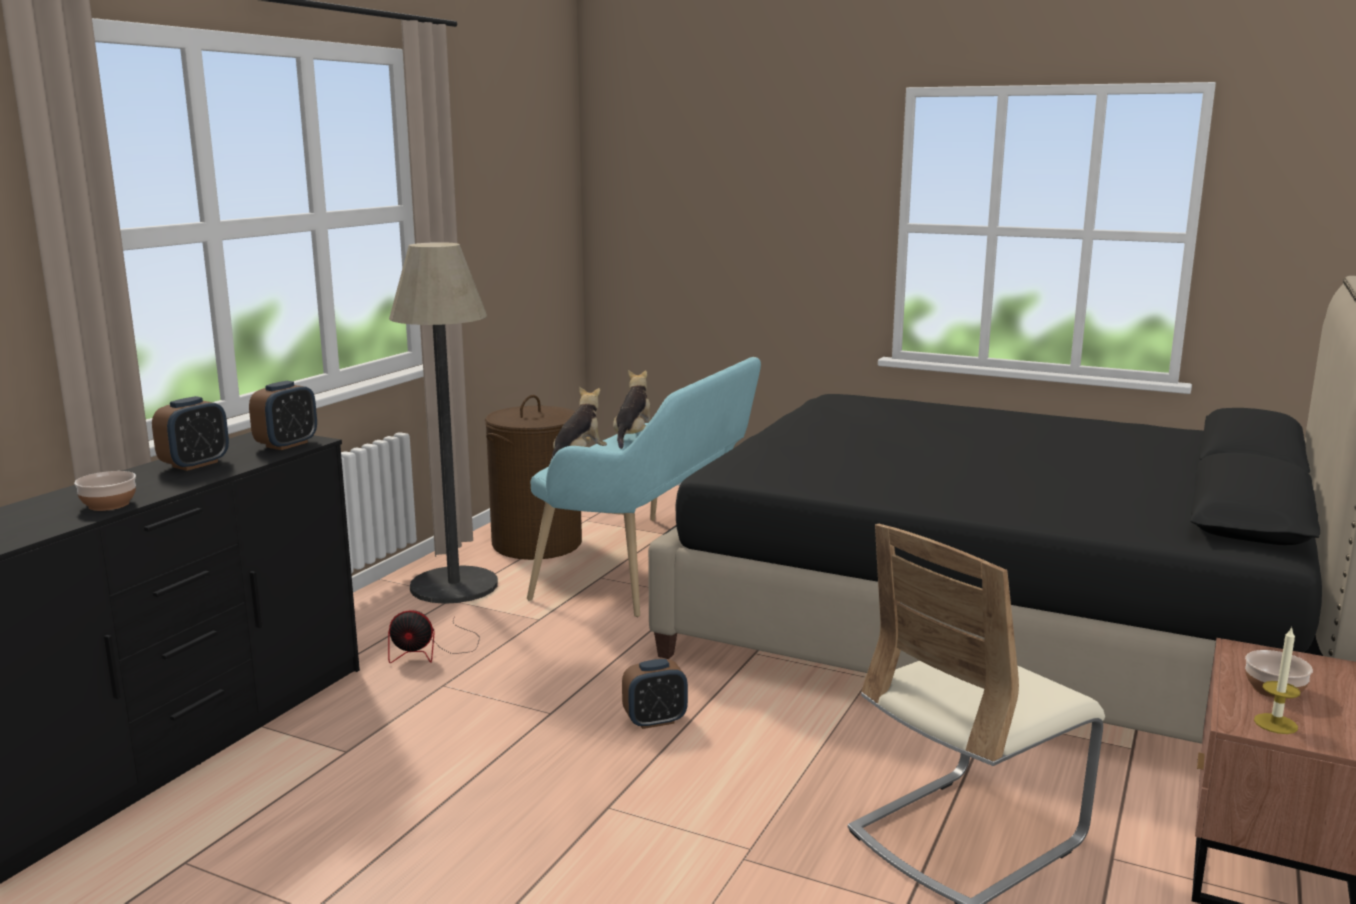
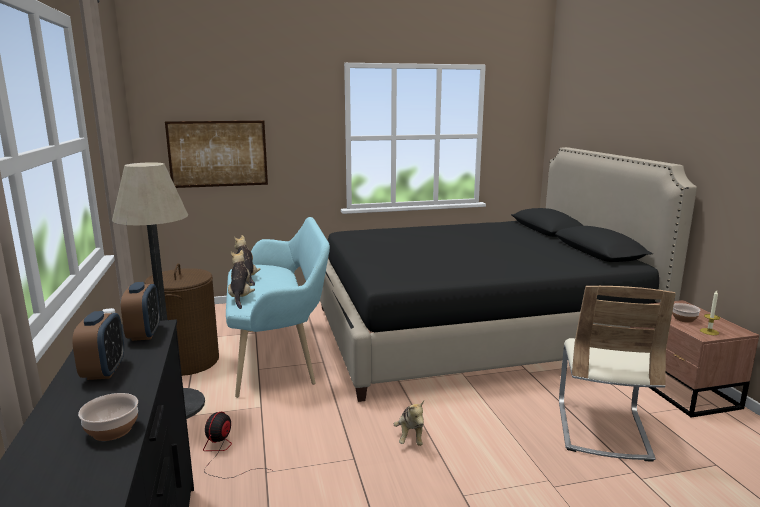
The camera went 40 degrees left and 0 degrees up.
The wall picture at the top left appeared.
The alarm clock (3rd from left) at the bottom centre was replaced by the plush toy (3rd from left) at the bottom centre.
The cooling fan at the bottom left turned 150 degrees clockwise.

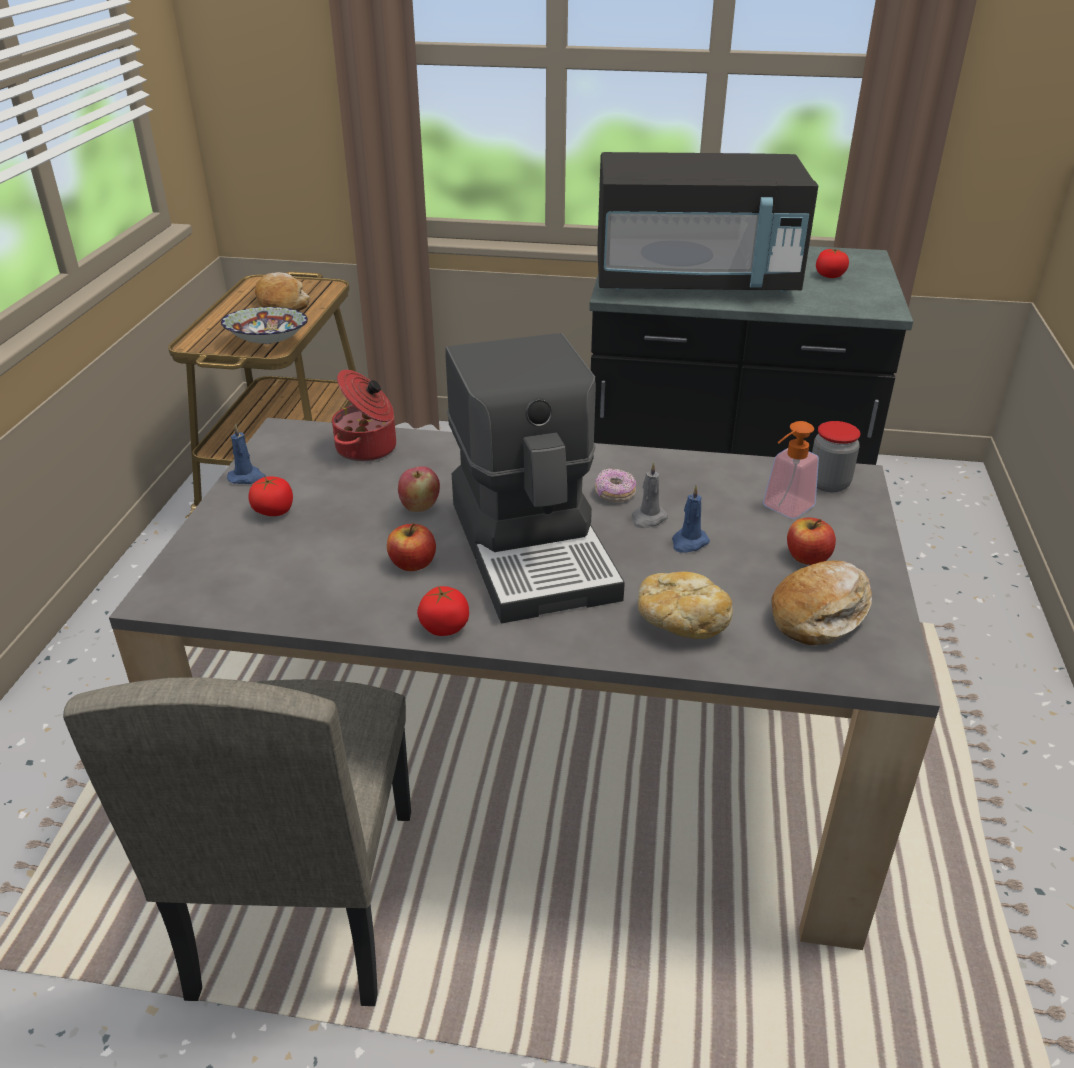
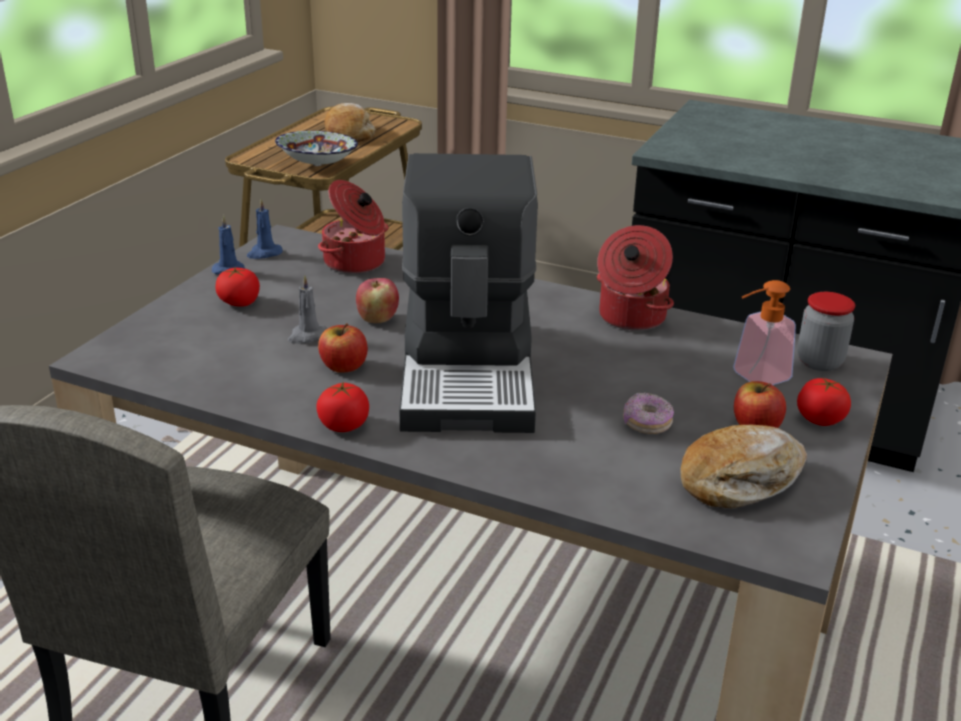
The camera went 15 degrees right and 5 degrees down.
The black-coloured microwave oven at the top centre disappeared.
The baked bread (2nd from left) at the centre disappeared.
The cooking pot (2nd from left) at the centre appeared.
The donut moved from the centre to the middle right.
The greyish wax light moved from the centre to the middle left.
The blue wax light (2nd from left) moved from the centre to the top left.
The whole tomato (3rd from left) moved from the top right to the middle right.

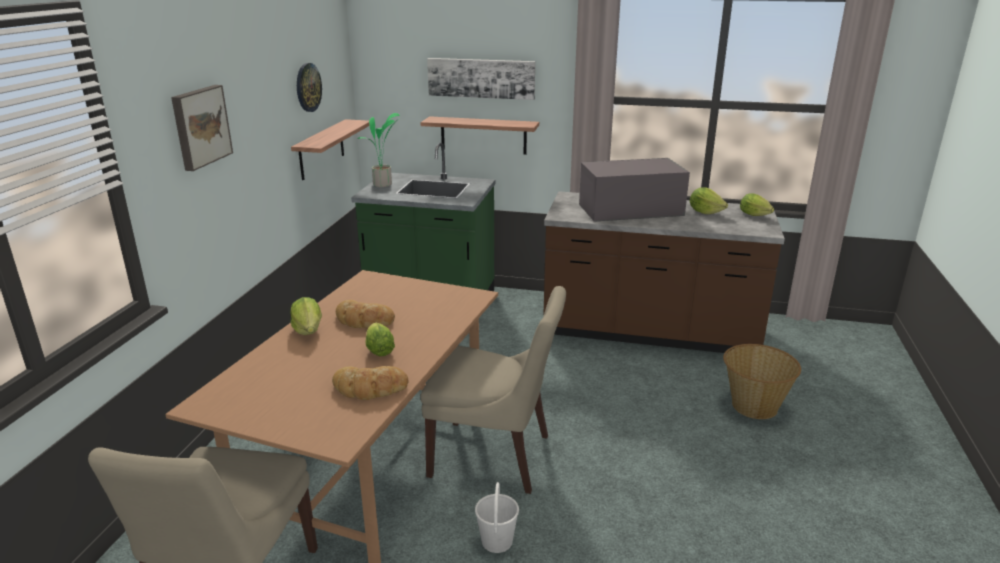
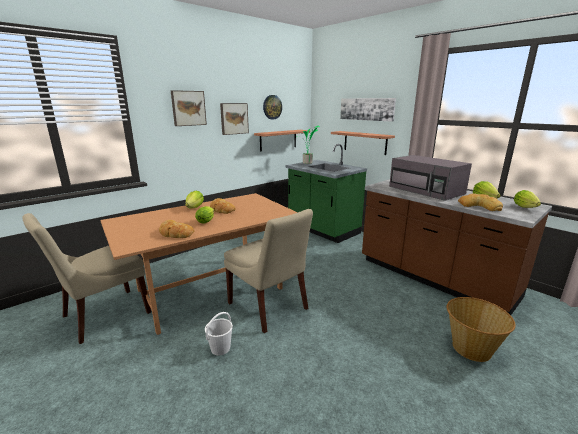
The camera went 35 degrees right and 5 degrees down.
The wall picture (2nd from left) at the top centre appeared.
The baked bread (3rd from left) at the middle right appeared.
The greyish microwave oven at the centre turned 150 degrees counterclockwise.

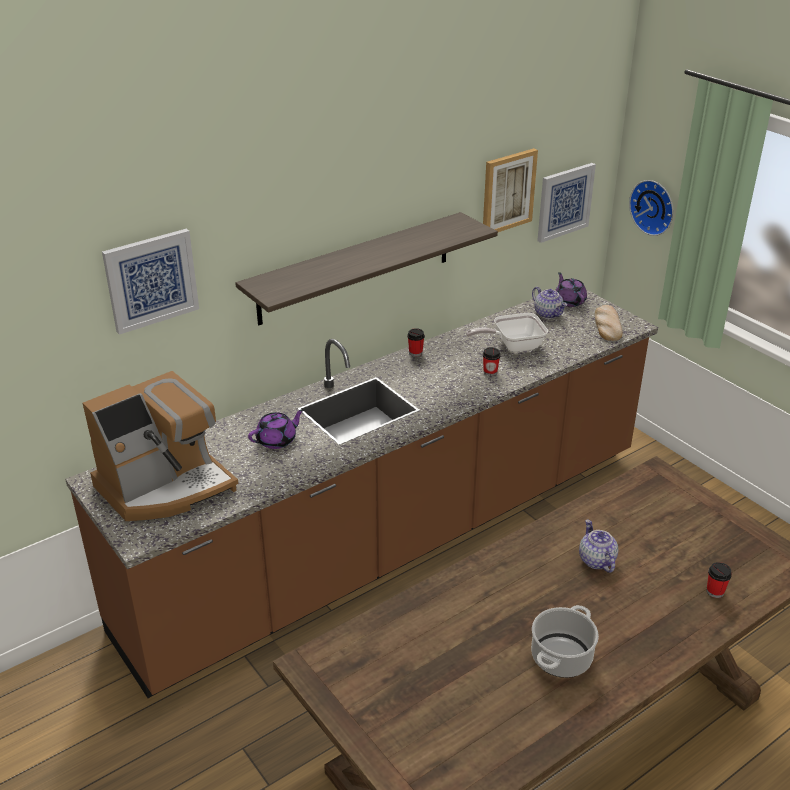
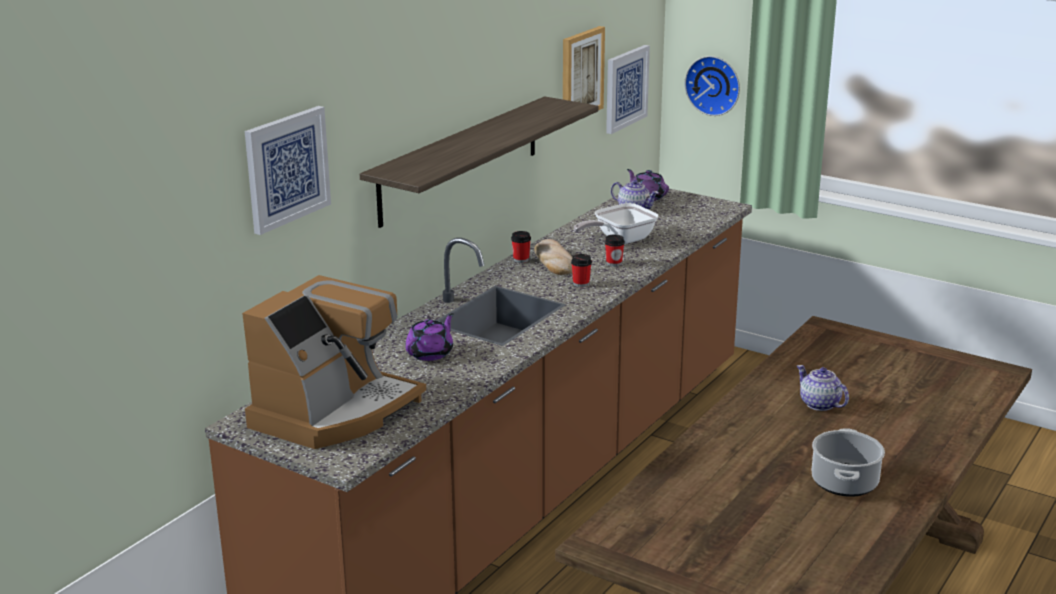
The camera went 20 degrees left and 10 degrees down.
The baked bread moved from the middle right to the centre.
The small cup (3rd from left in the first image) moved from the bottom right to the centre.

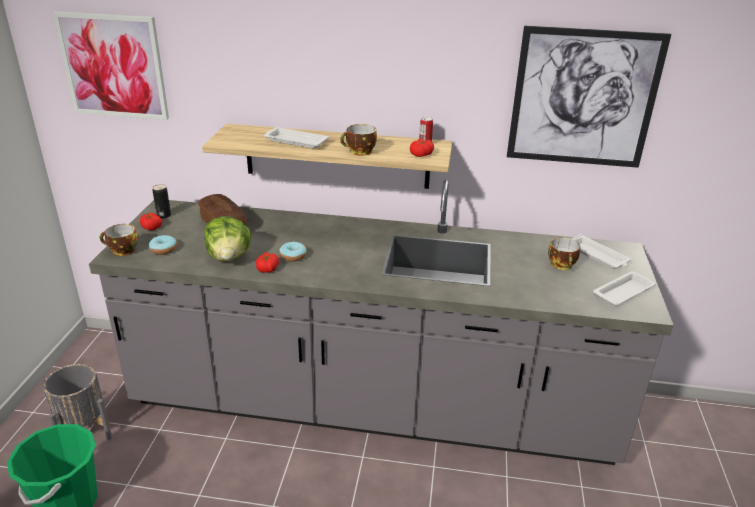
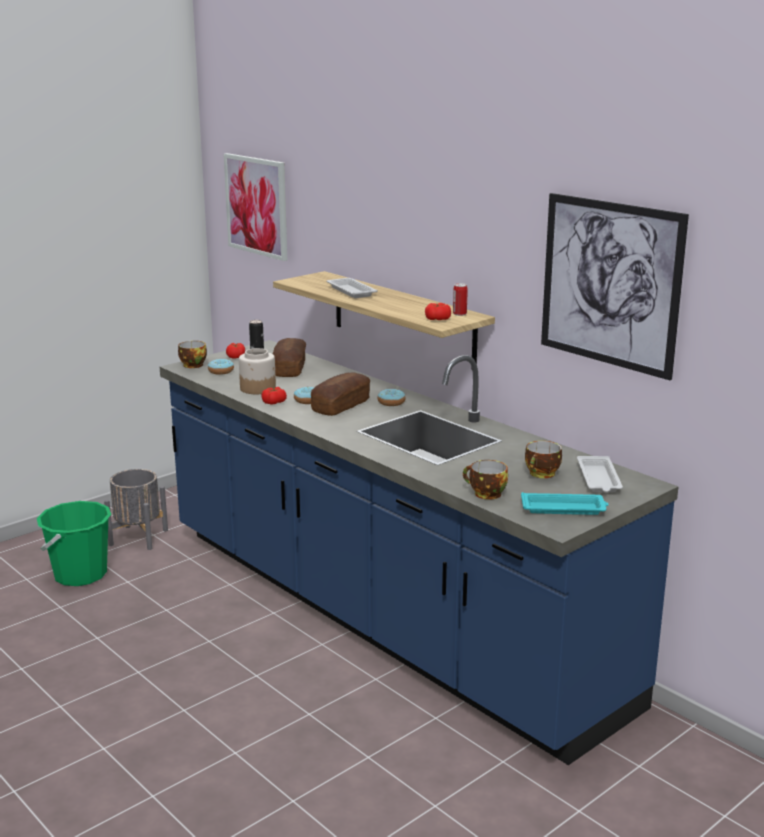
The camera went 40 degrees right and 10 degrees down.
The baked bread (2nd from left) at the centre appeared.
The donut (3rd from left) at the centre appeared.
The small cup (2nd from left) moved from the top centre to the centre.
The lettuce at the middle left was replaced by the storage jar at the centre.
The greyish counter at the centre became the blue counter at the centre.
The white tray (3rd from left) at the middle right became the blue-green tray at the middle right.

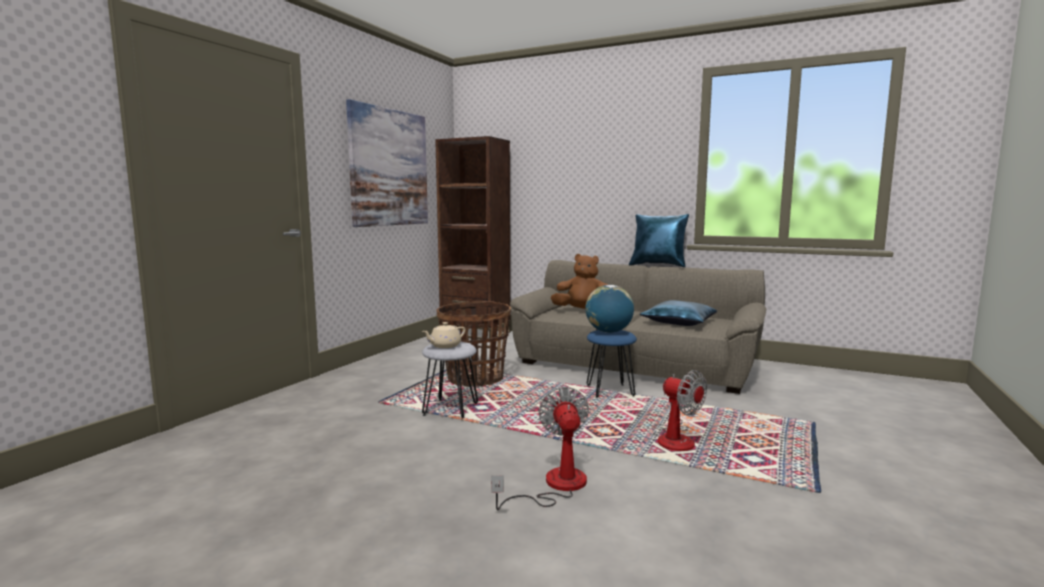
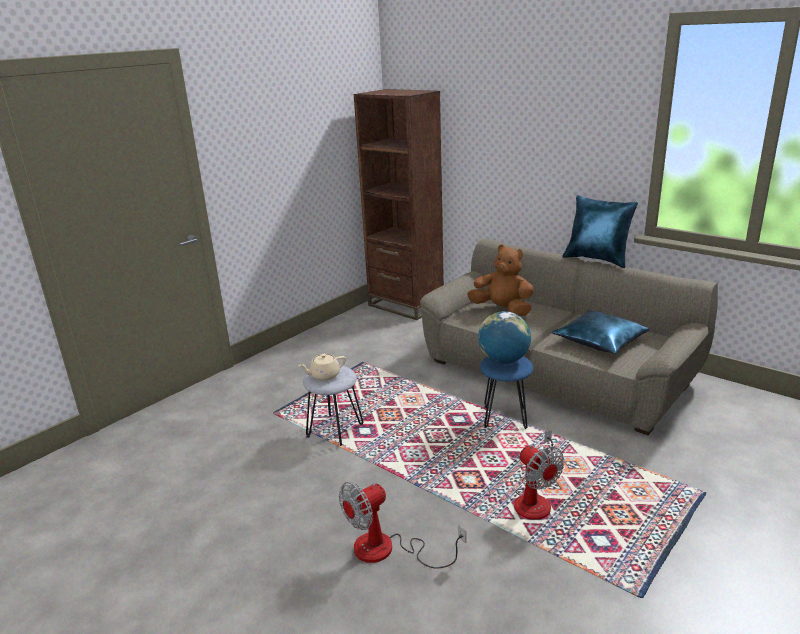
The camera went 15 degrees right and 15 degrees up.
The wall picture at the top centre disappeared.
The storage basket at the centre disappeared.
The cooling fan (1st from left) at the bottom centre turned 135 degrees counterclockwise.

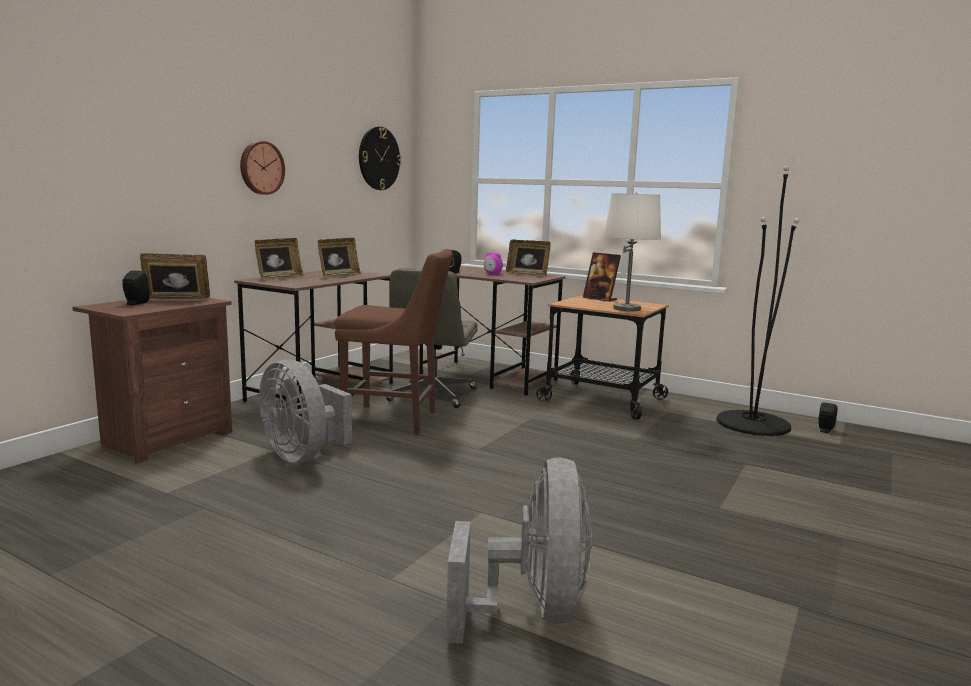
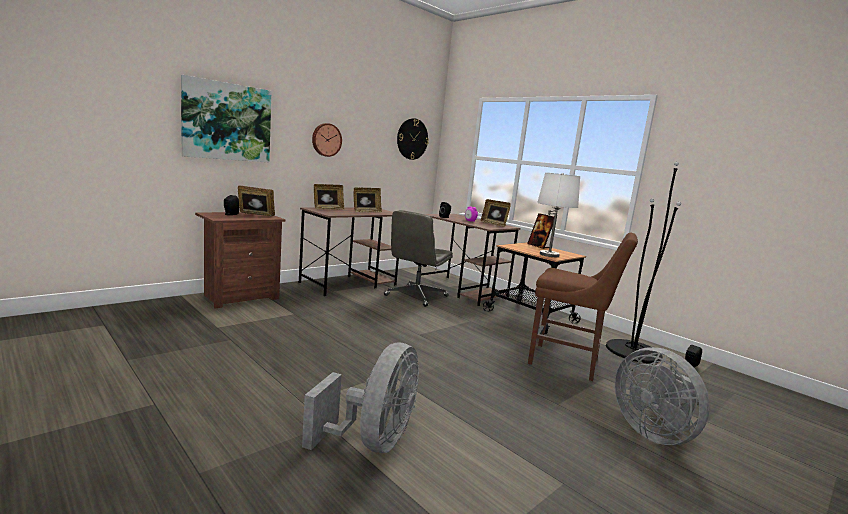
The camera went 15 degrees right and 0 degrees up.
The wall picture at the top left appeared.
The greyish cooling fan (1st from left in the first image) moved from the middle left to the bottom right.
The brown chair moved from the centre to the middle right.

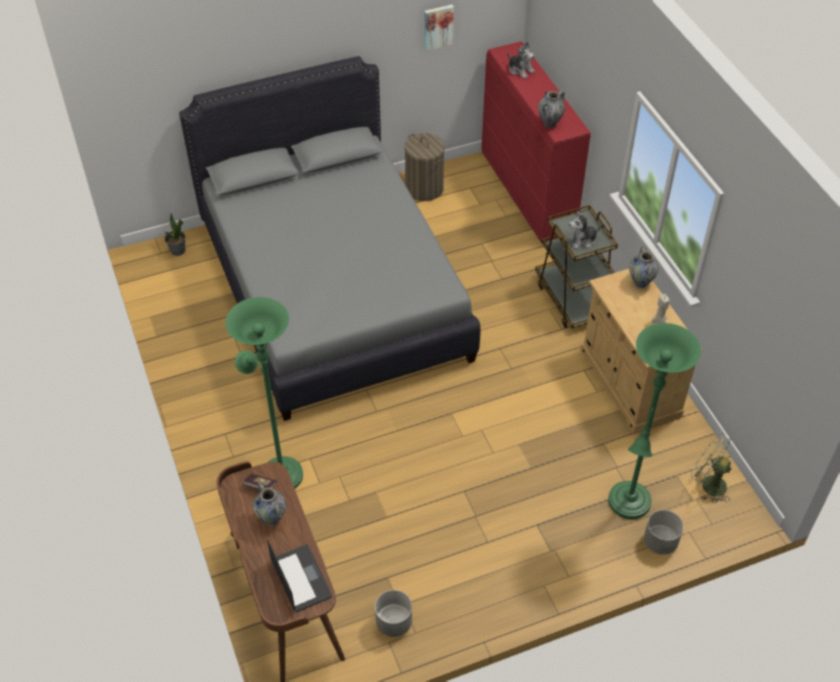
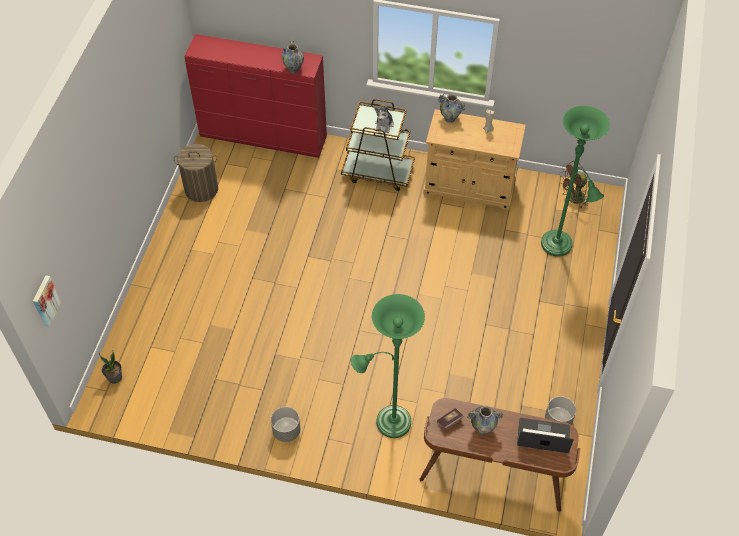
The camera went 55 degrees left and 5 degrees up.
The greyish sleeping bed at the centre disappeared.
The plush toy (1st from left) at the top centre disappeared.
The wall picture moved from the top centre to the middle left.
The greyish plant pot (2nd from left in the first image) moved from the bottom right to the bottom centre.
The green cooling fan at the bottom right became the brown cooling fan at the middle right.

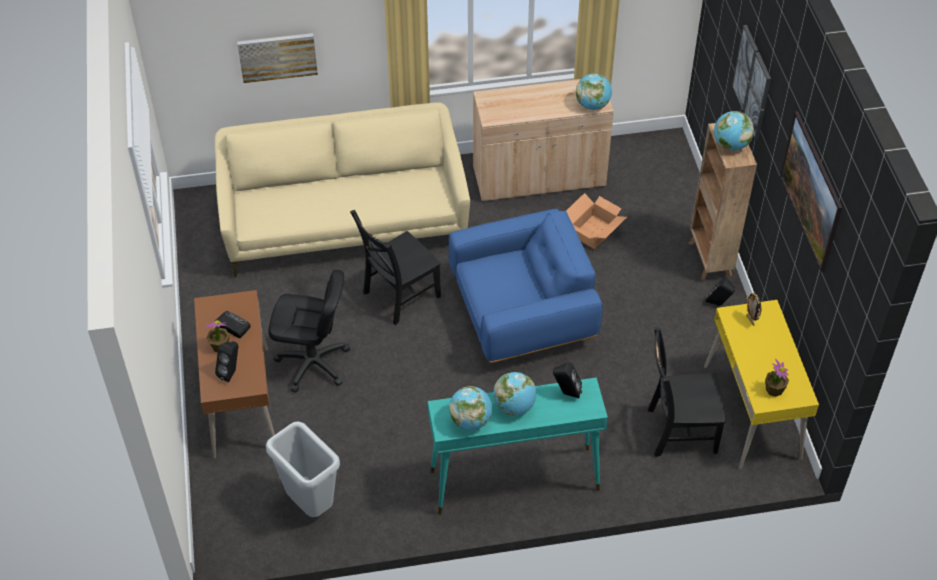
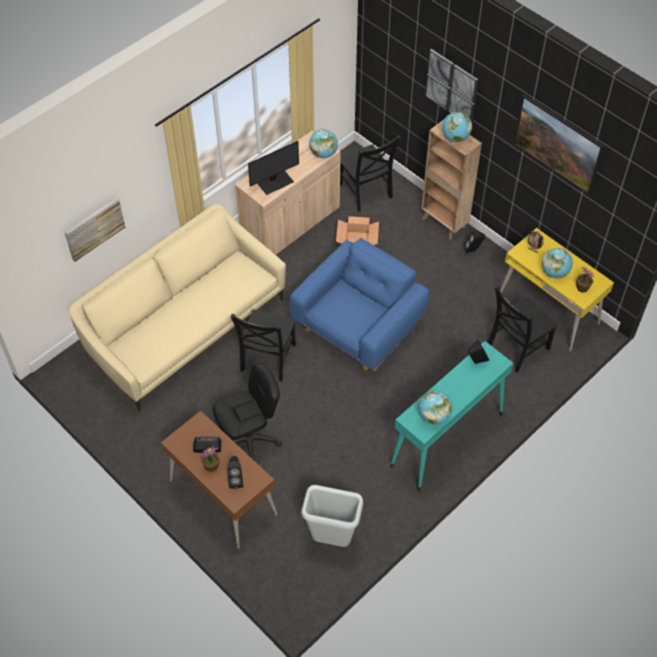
The camera went 35 degrees left and 5 degrees up.
The computer display at the top centre appeared.
The black-coloured chair (2nd from left) at the top centre appeared.
The globe (2nd from left in the first image) moved from the bottom centre to the middle right.

